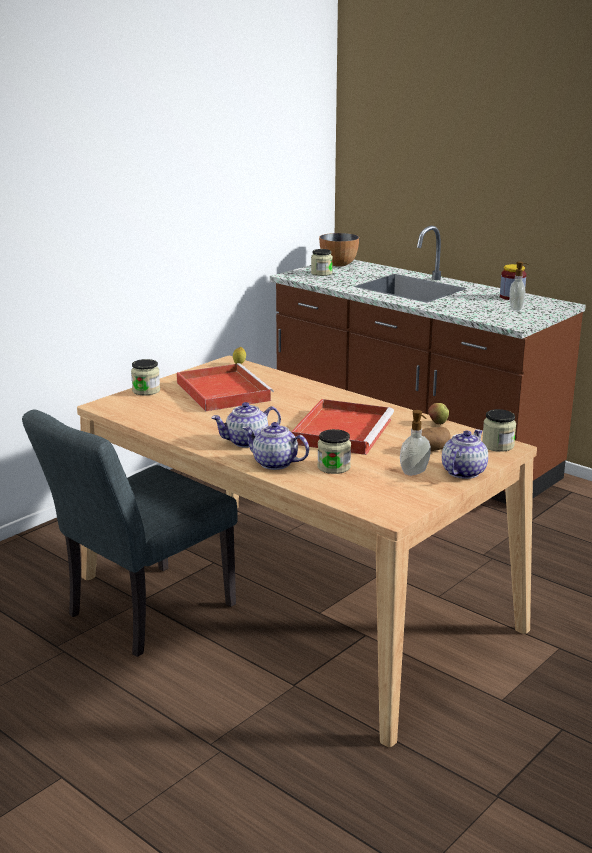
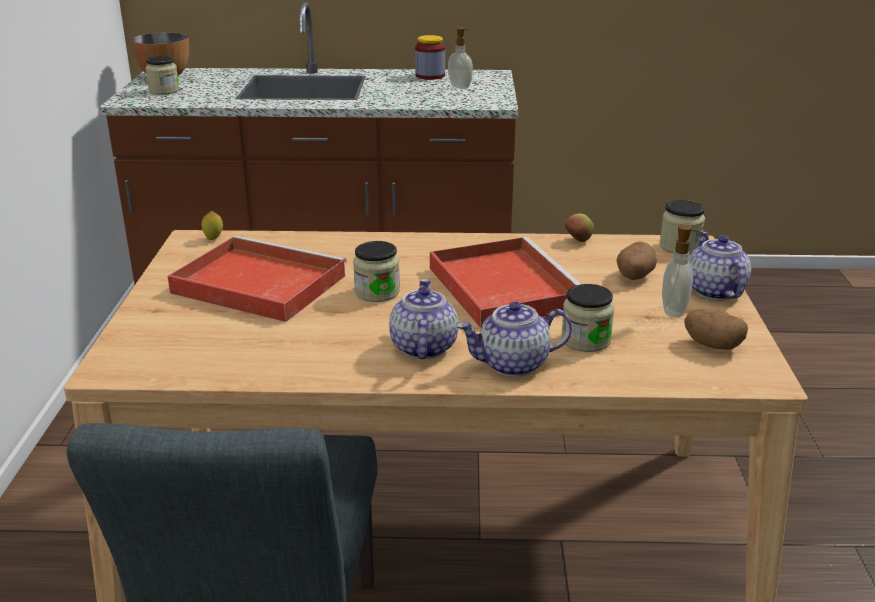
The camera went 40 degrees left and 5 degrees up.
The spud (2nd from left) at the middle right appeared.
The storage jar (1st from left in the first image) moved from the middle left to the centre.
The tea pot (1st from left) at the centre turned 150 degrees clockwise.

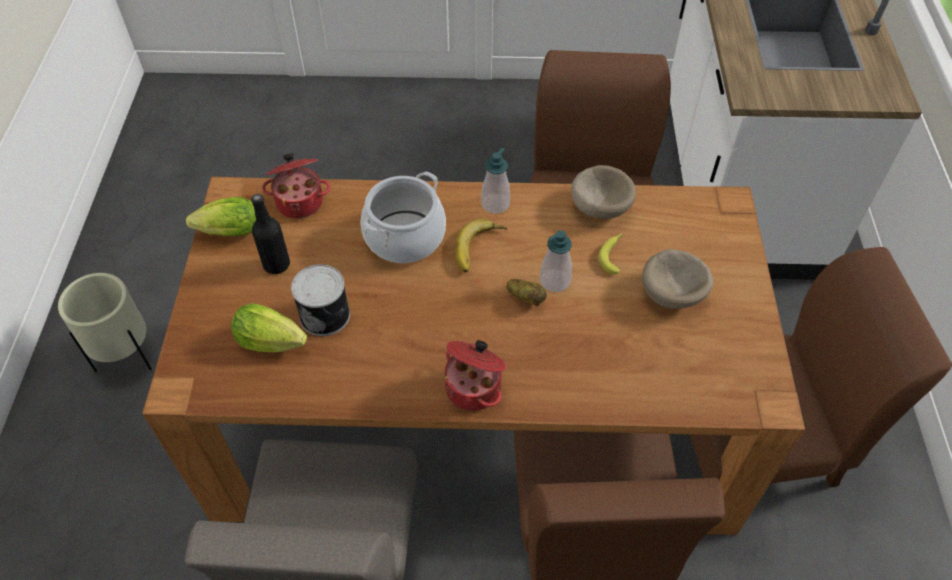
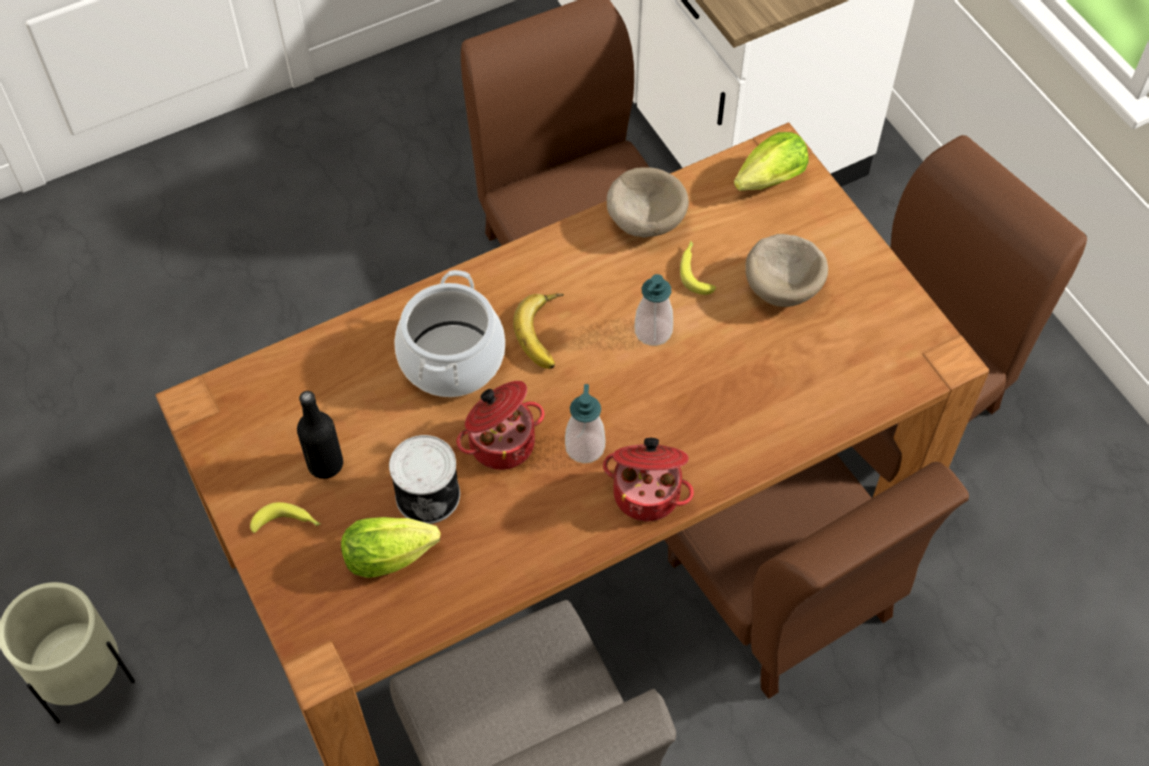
The camera went 30 degrees left and 5 degrees up.
The spud at the centre disappeared.
The whole banana (1st from left) at the bottom left appeared.
The lettuce (1st from left in the first image) moved from the middle left to the top right.
The cooking pot (1st from left in the first image) moved from the top left to the centre.
The liquid soap bottle (1st from left) moved from the top centre to the centre.

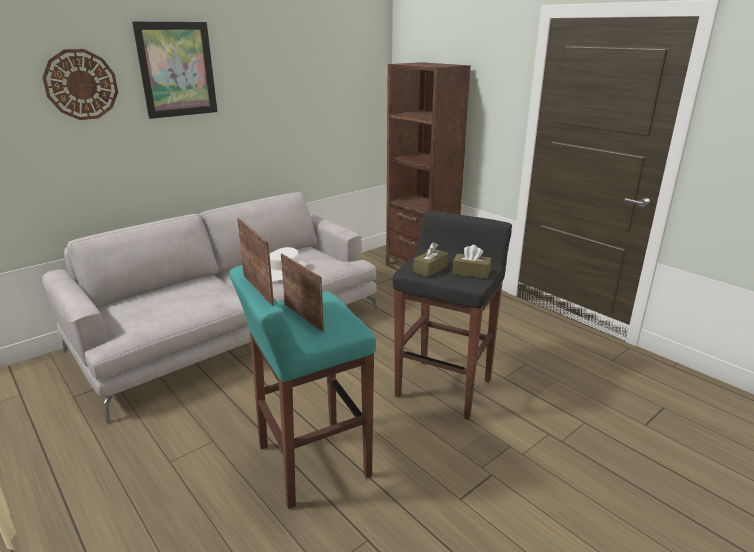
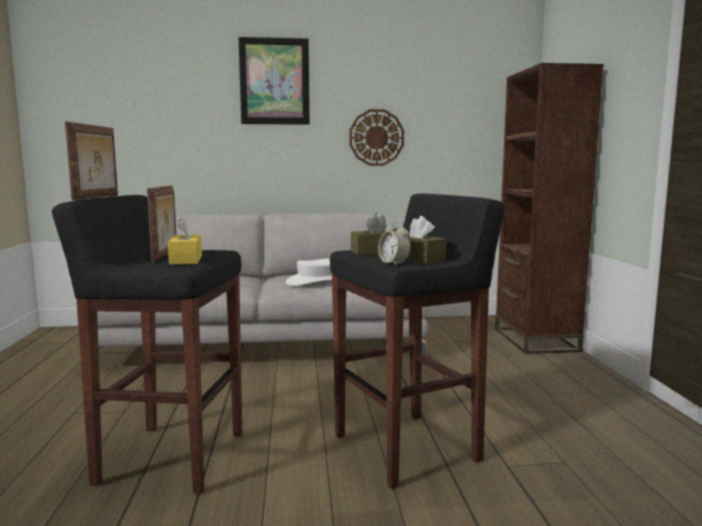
The camera went 35 degrees right and 15 degrees down.
The yellow-coloured tissue holder at the middle left appeared.
The alarm clock at the centre appeared.
The clock on the wall moved from the top left to the top centre.
The blue-green stool at the bottom centre became the black-coloured stool (1st from left) at the middle left.

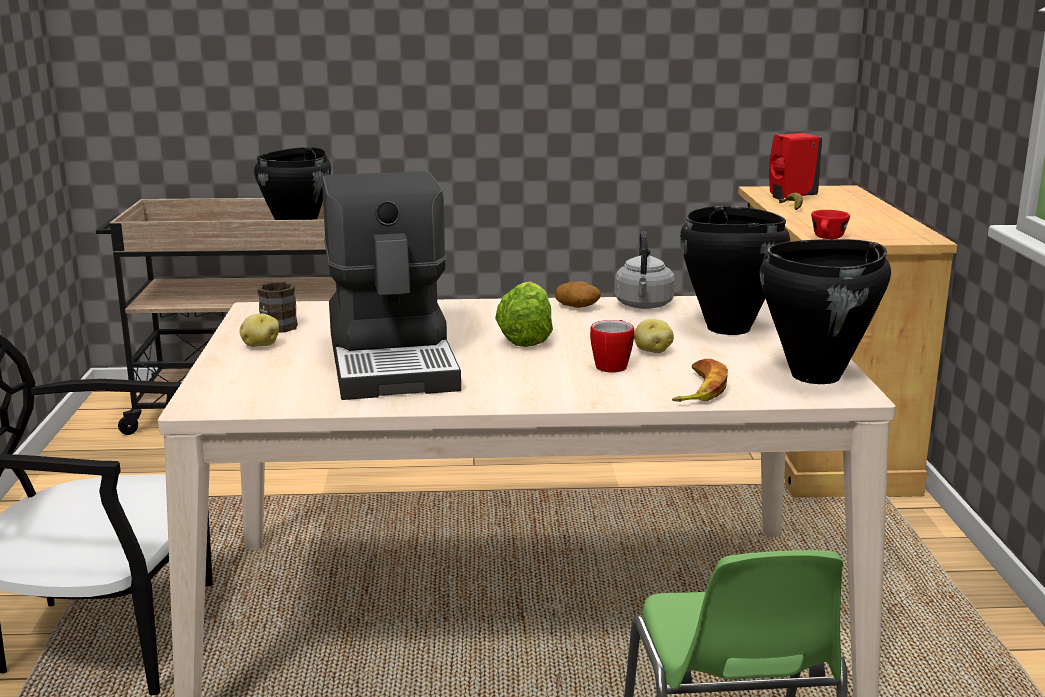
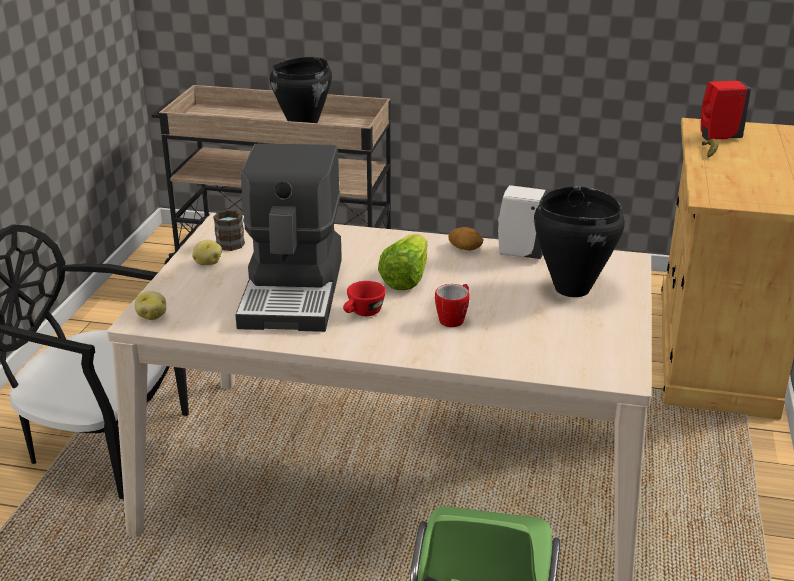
The camera went 15 degrees right and 10 degrees up.
The whole banana (1st from left) at the middle right disappeared.
The black-coloured cooking pot (3rd from left) at the middle right disappeared.
The spud (3rd from left in the first image) moved from the centre to the middle left.
The red small cup moved from the top right to the centre.
The greyish kettle at the centre was replaced by the white liquid soap bottle at the centre.

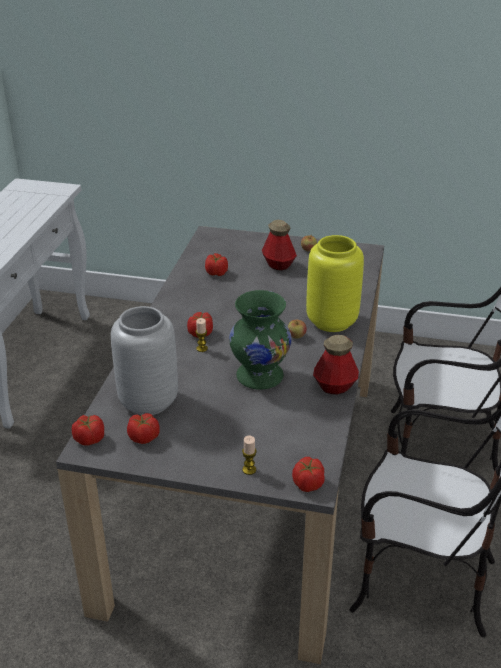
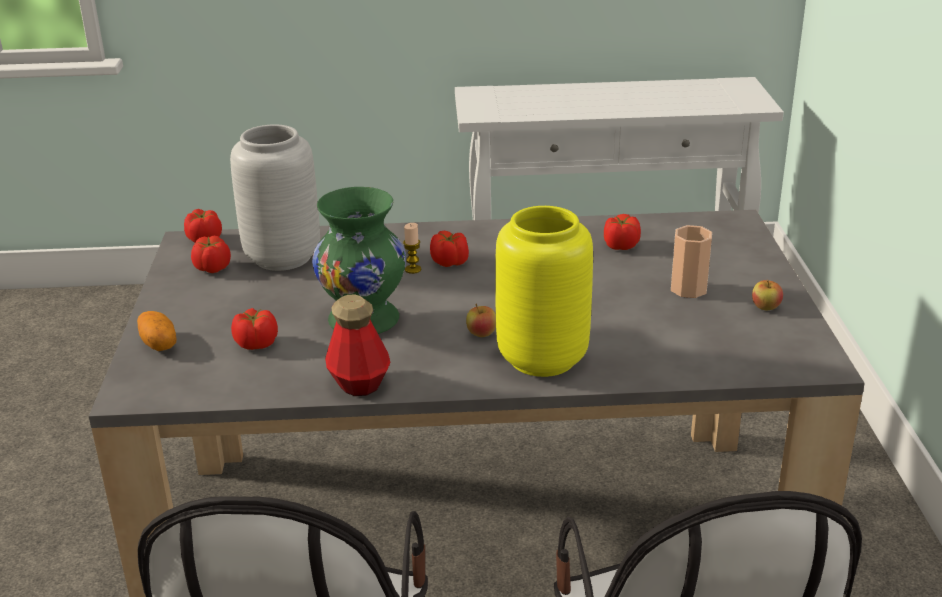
The camera went 75 degrees right and 5 degrees down.
The whole tomato (5th from left in the first image) moved from the bottom centre to the middle left.
The wax light (2nd from left) at the bottom centre was replaced by the spud at the middle left.
The bottle (1st from left) at the centre was replaced by the small cup at the middle right.

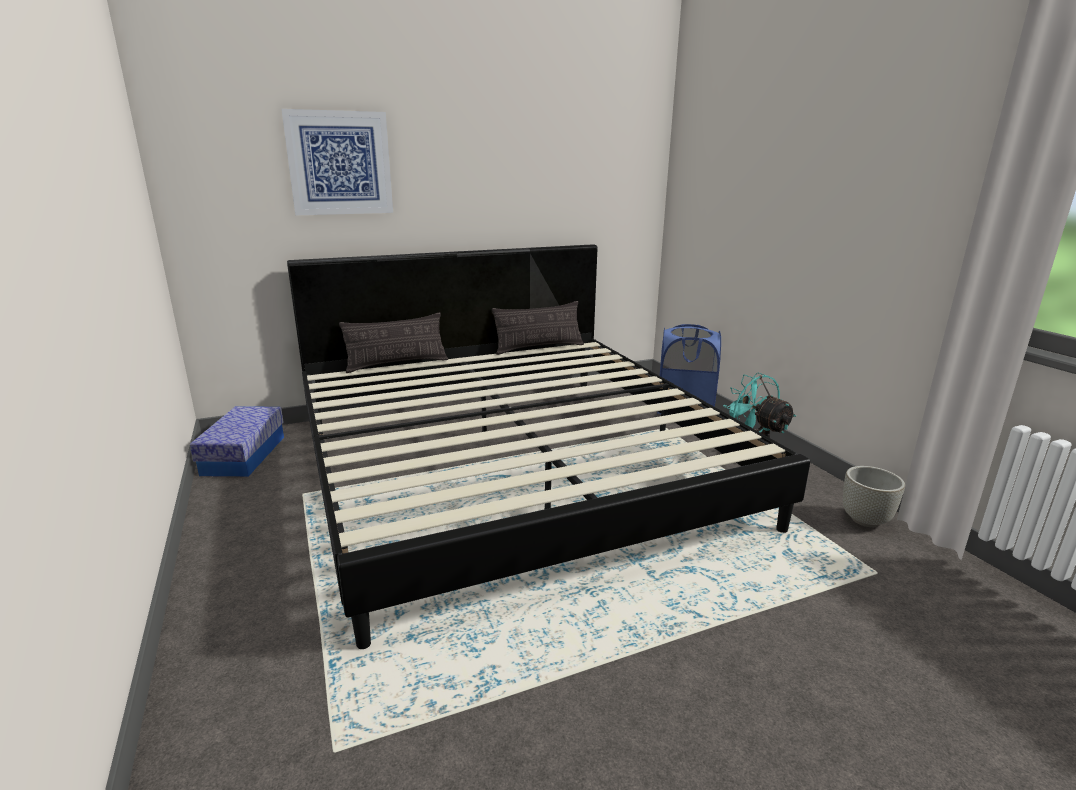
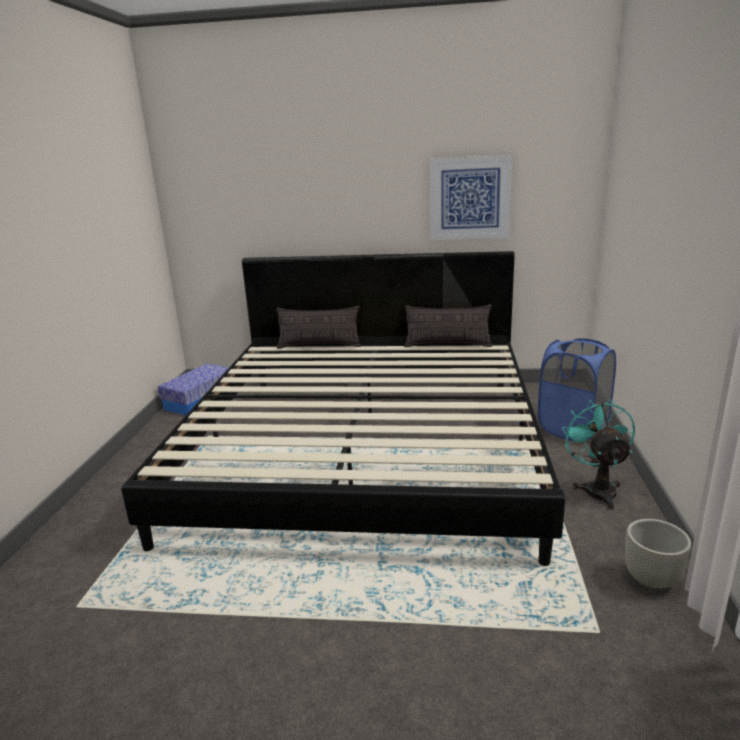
The camera went 30 degrees right and 0 degrees up.
The wall picture moved from the top left to the top centre.

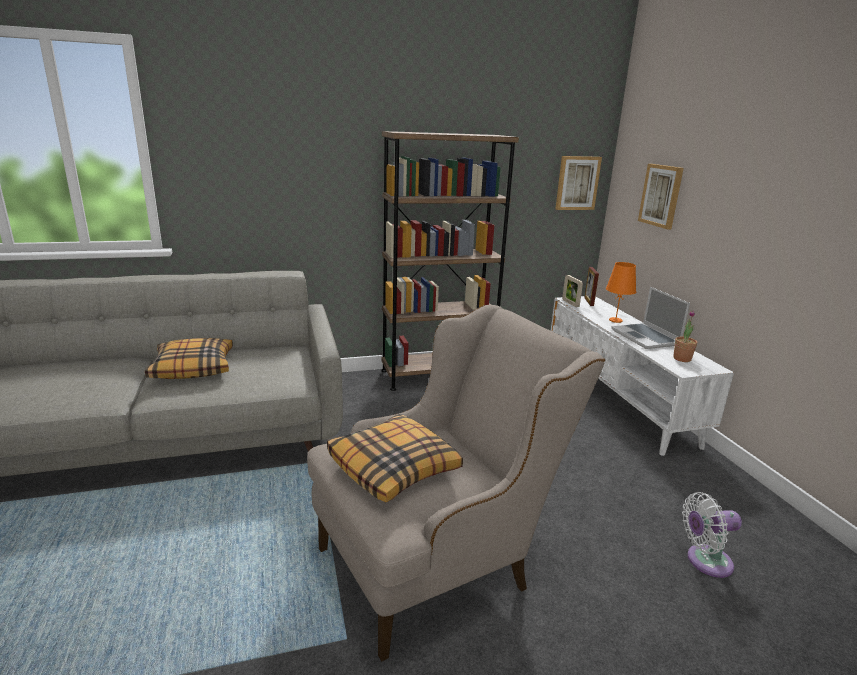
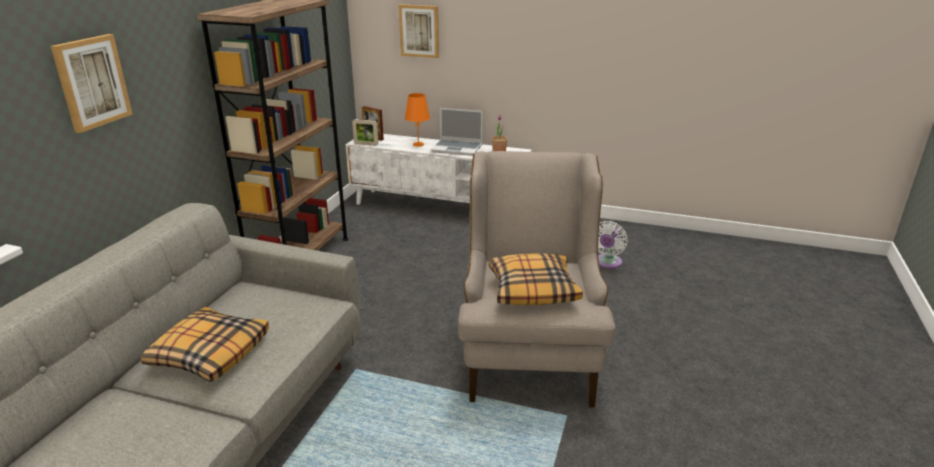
The camera went 55 degrees left and 5 degrees up.
The wall picture (1st from left) moved from the top right to the top left.

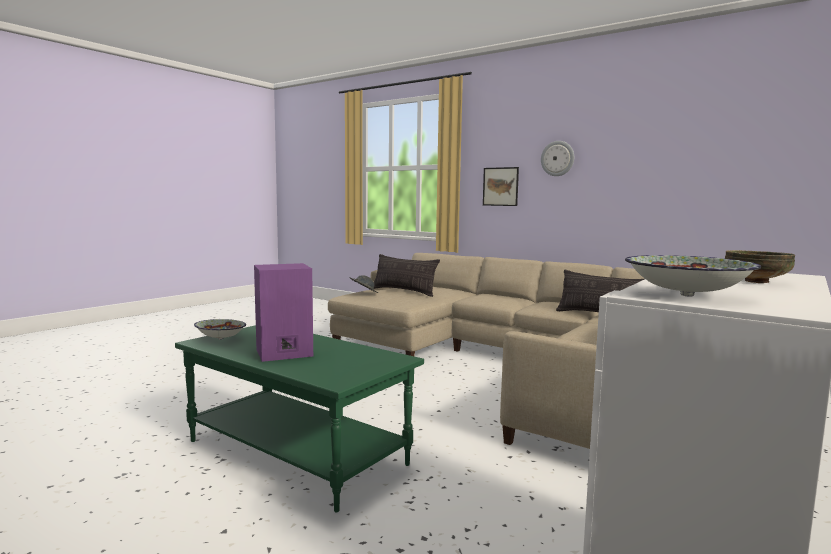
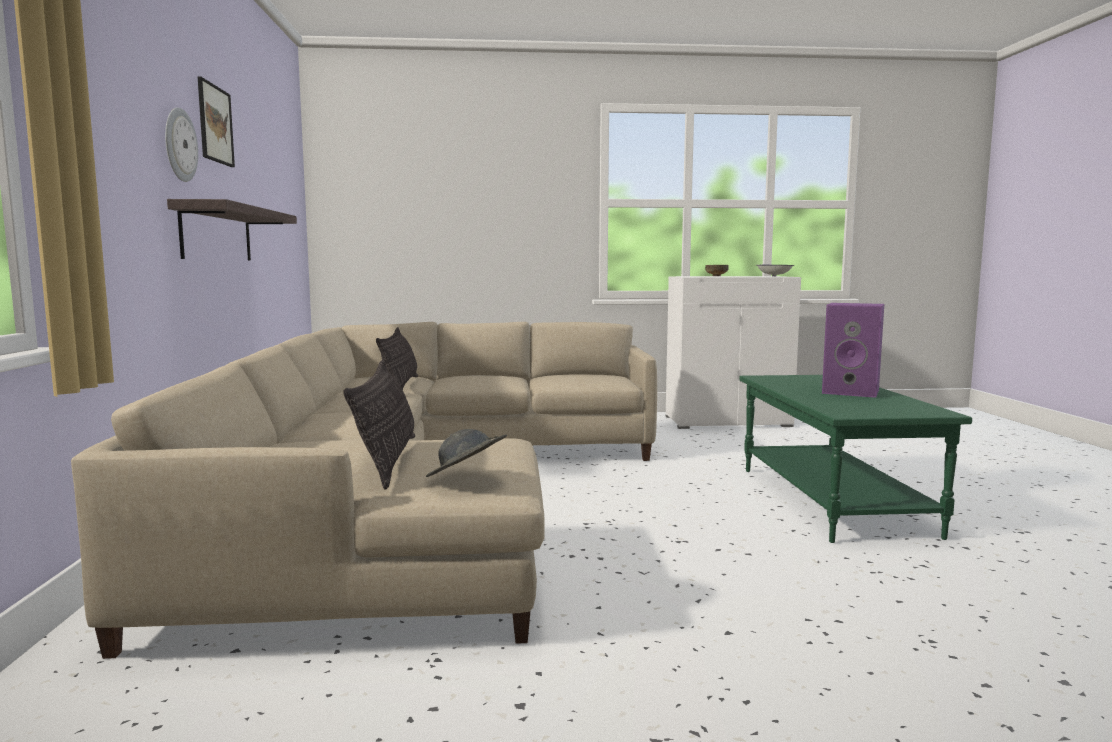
The camera went 130 degrees left and 0 degrees up.
The serving bowl (1st from left) at the middle left disappeared.
The wall shelf at the top left appeared.
The wall picture moved from the centre to the top left.

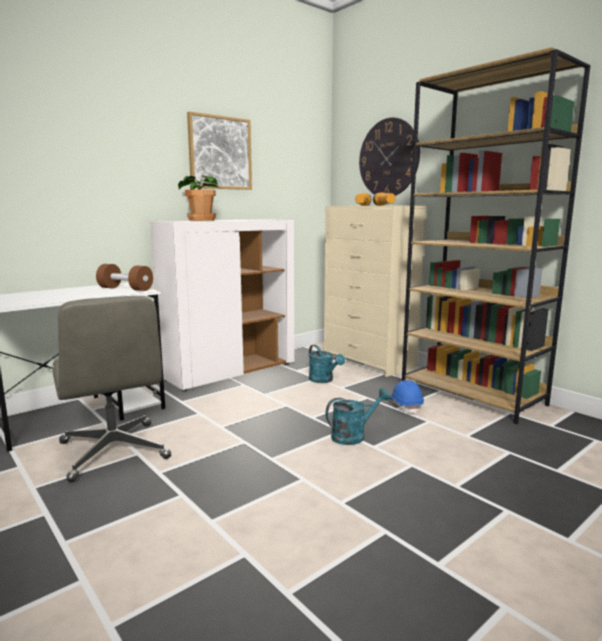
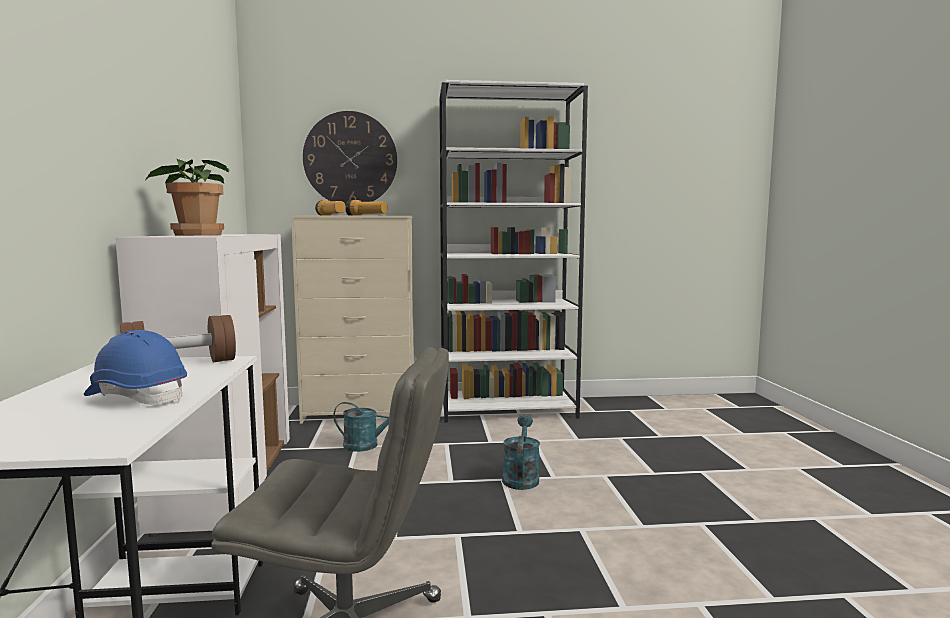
The camera went 55 degrees left and 5 degrees down.
The wall picture at the top centre disappeared.
The blue hard hat moved from the middle right to the middle left.
The brown bookcase at the middle right became the white bookcase at the centre.

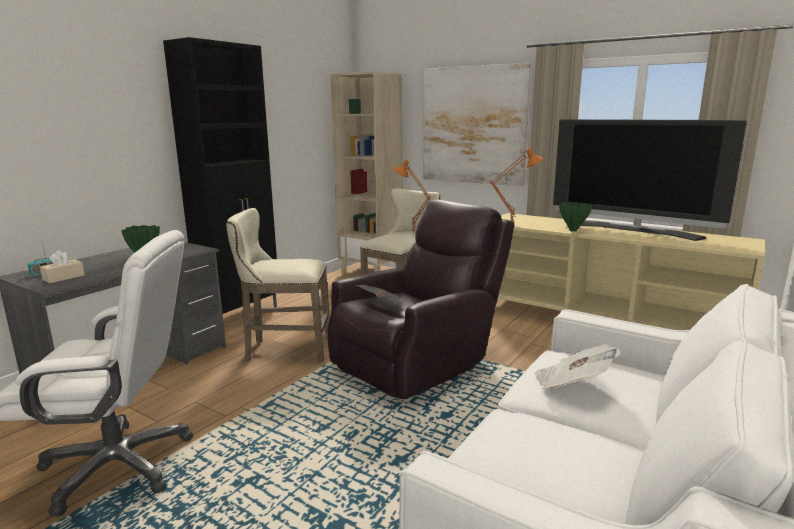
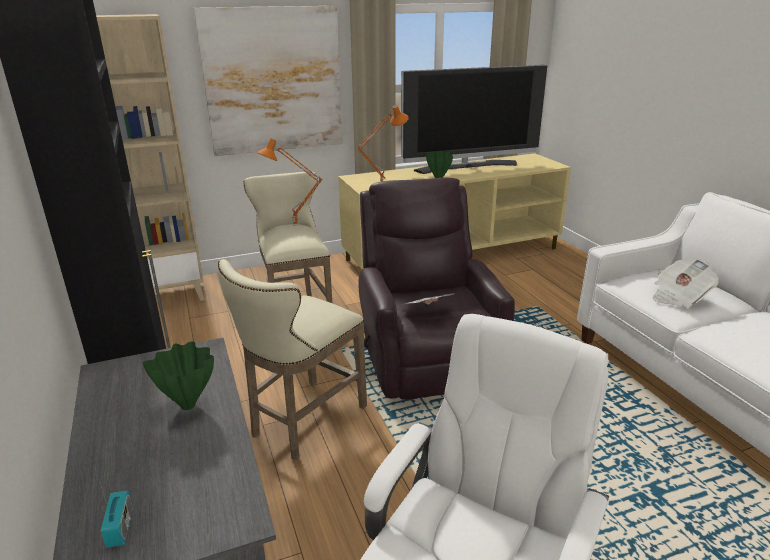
The camera went 55 degrees left and 10 degrees up.
The beige tissue holder at the middle left disappeared.

